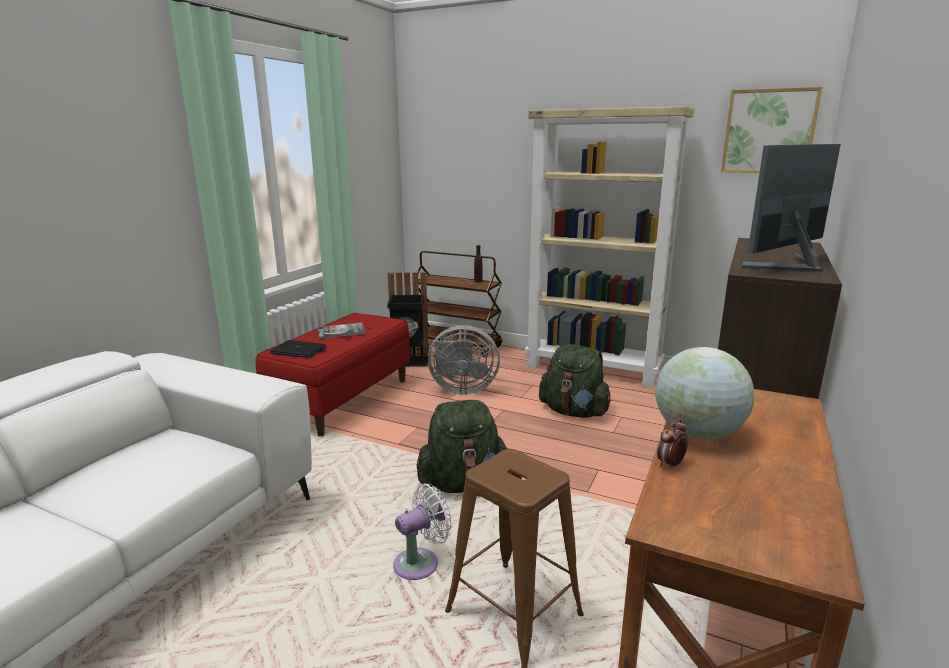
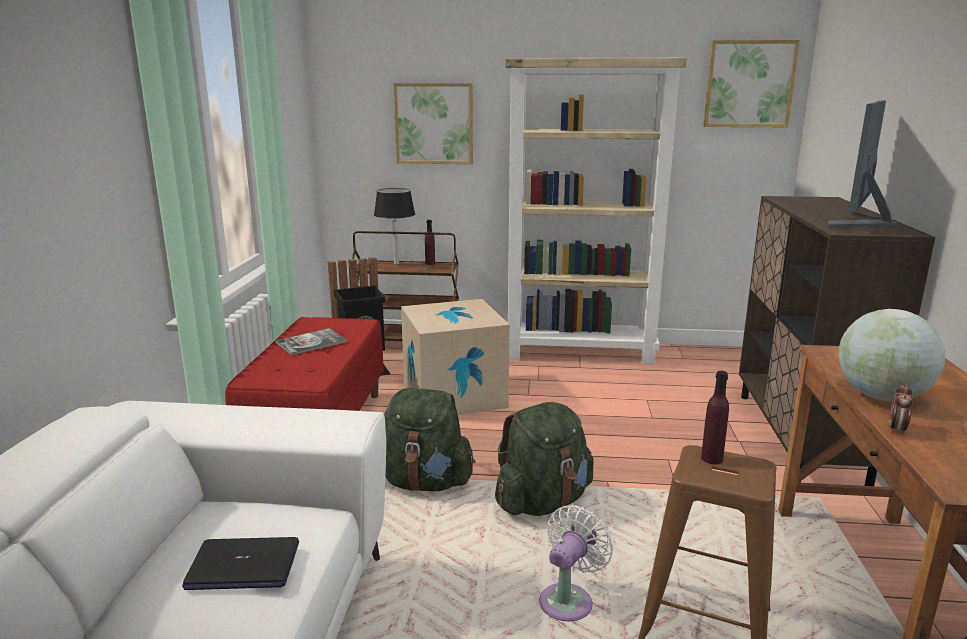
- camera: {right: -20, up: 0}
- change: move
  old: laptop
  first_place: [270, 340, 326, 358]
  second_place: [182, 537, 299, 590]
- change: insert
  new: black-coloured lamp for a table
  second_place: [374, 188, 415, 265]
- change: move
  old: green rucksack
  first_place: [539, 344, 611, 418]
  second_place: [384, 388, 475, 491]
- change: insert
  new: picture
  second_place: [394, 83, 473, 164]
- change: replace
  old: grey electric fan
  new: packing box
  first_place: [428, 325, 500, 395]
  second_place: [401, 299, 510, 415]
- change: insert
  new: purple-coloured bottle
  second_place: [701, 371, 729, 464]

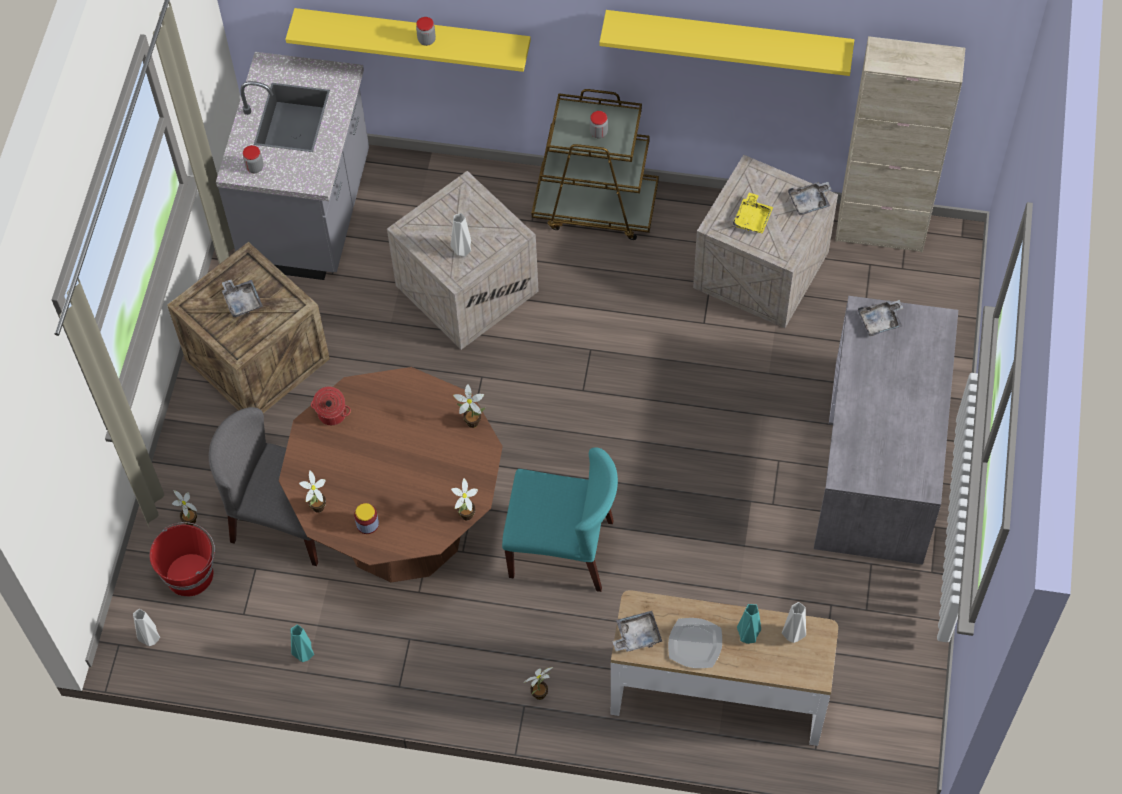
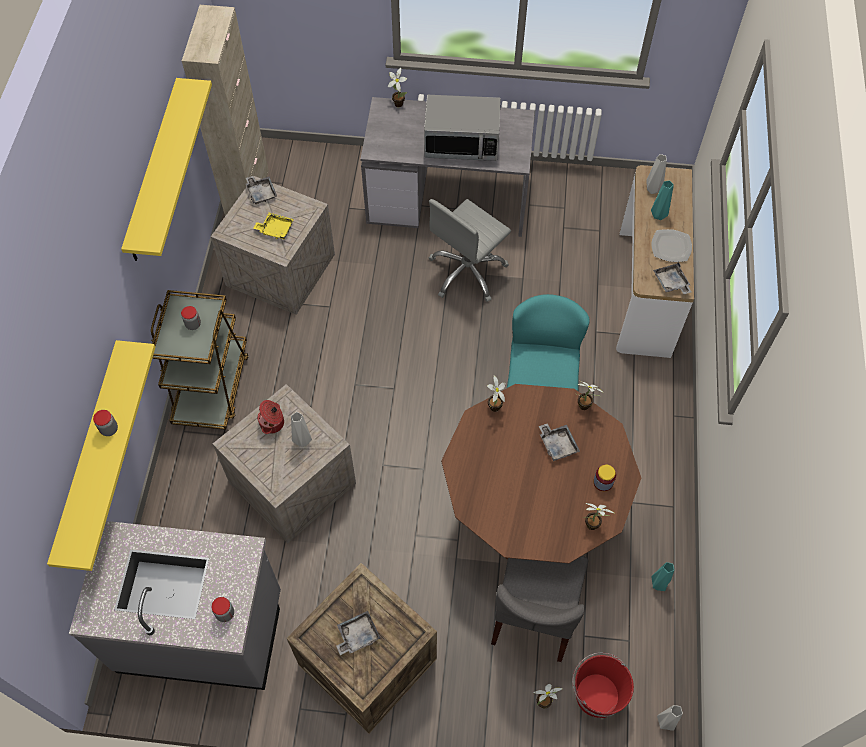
- camera: {right: -95, up: 0}
- change: move
  old: cooking pot
  first_place: [311, 387, 351, 425]
  second_place: [257, 400, 284, 434]
- change: move
  old: potted plant
  first_place: [524, 667, 553, 700]
  second_place: [388, 68, 407, 107]
- change: insert
  new: microwave
  second_place: [424, 95, 501, 161]
- change: insert
  new: grey office chair
  second_place: [429, 199, 511, 302]
- change: move
  old: grey serving tray
  first_place: [858, 300, 904, 336]
  second_place: [539, 423, 580, 461]

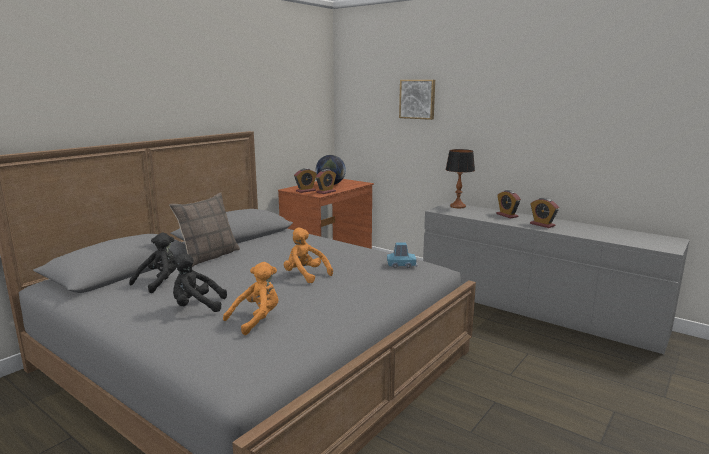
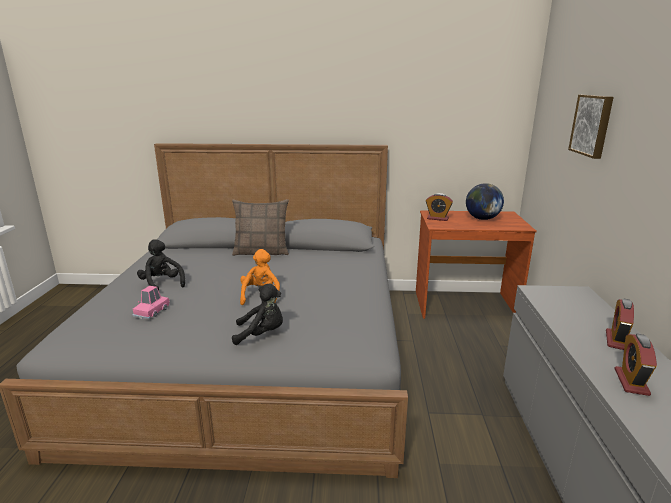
- camera: {right: 55, up: 5}
- change: replace
  old: orange plush toy
  new: pink model car
  first_place: [223, 262, 278, 335]
  second_place: [132, 286, 169, 319]
- change: move
  old: black-coloured plush toy
  first_place: [129, 233, 177, 293]
  second_place: [232, 284, 283, 345]
- change: delete
  old: bedside clock
  first_place: [316, 169, 336, 194]
- change: delete
  old: blue model car
  first_place: [387, 242, 417, 268]
- change: delete
  old: lamp for a table
  first_place: [445, 149, 475, 208]

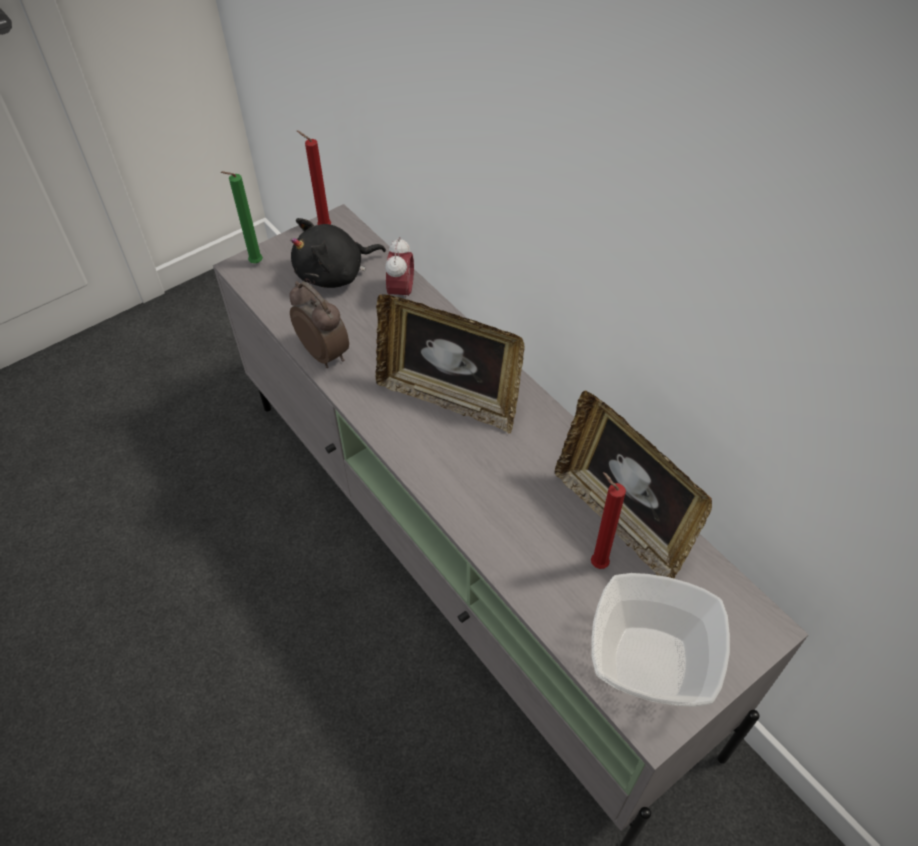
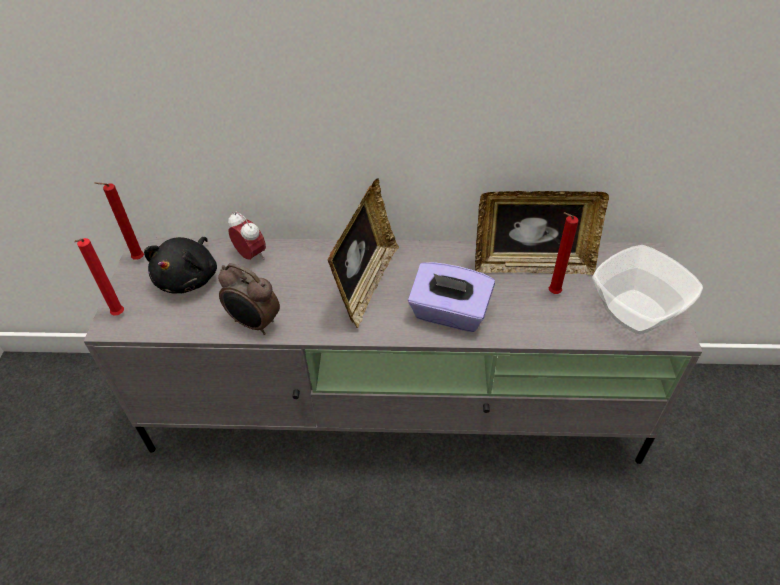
- camera: {right: -50, up: -5}
- change: recolor
  old: green wax candle
  new: red wax candle
  first_place: [221, 171, 263, 263]
  second_place: [74, 238, 124, 316]
- change: rotate
  old: bedside clock
  first_place: [289, 281, 349, 368]
  second_place: [218, 263, 280, 335]
  degrees: -150
- change: rotate
  old: picture frame
  first_place: [375, 294, 525, 433]
  second_place: [328, 178, 399, 328]
  degrees: -45
- change: insert
  new: purple-coloured tissue holder
  second_place: [408, 262, 495, 332]

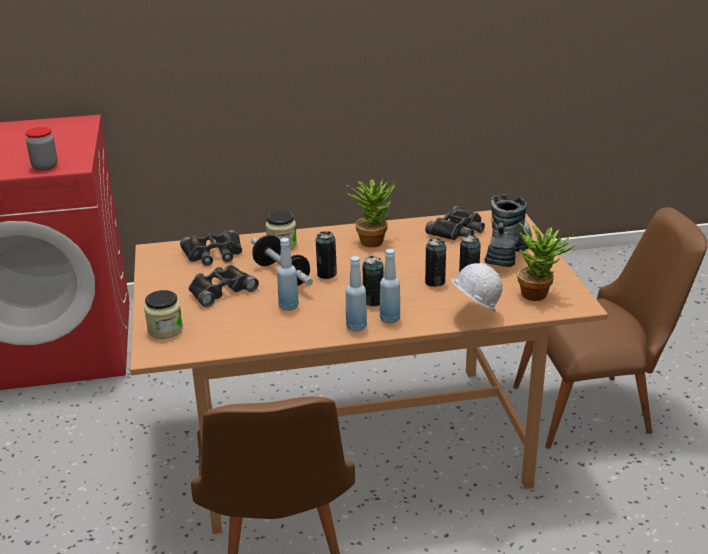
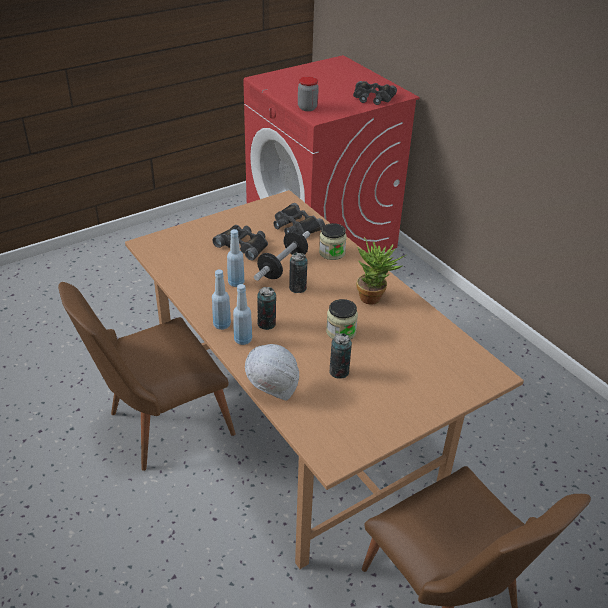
- camera: {right: 65, up: 10}
- change: move
  old: preserve jar
  first_place: [144, 290, 183, 339]
  second_place: [326, 299, 358, 340]
- change: move
  old: black-coloured binoculars
  first_place: [425, 206, 485, 240]
  second_place: [353, 81, 397, 105]
- change: delete
  old: can
  first_place: [425, 238, 446, 287]
- change: delete
  old: boot
  first_place: [485, 194, 532, 267]
- change: delete
  old: potted plant
  first_place: [518, 223, 574, 301]

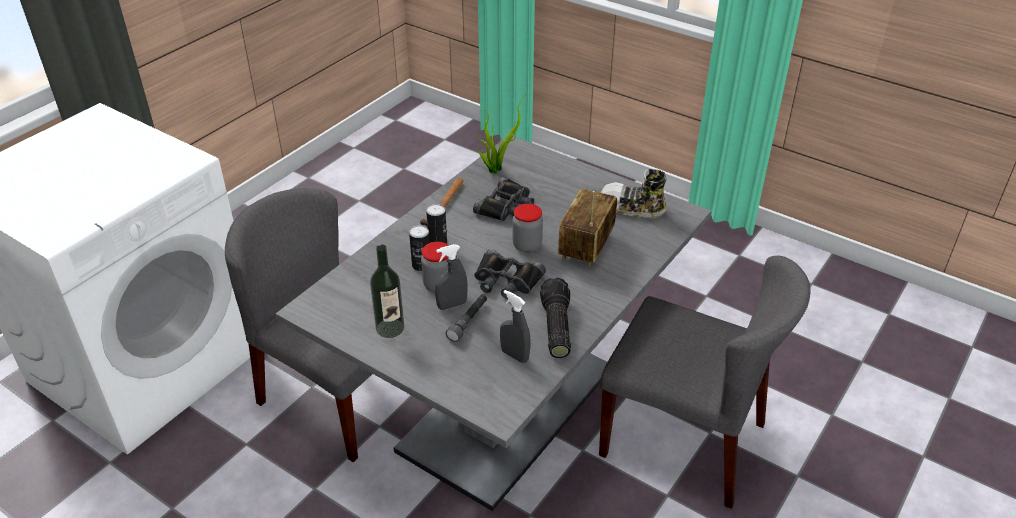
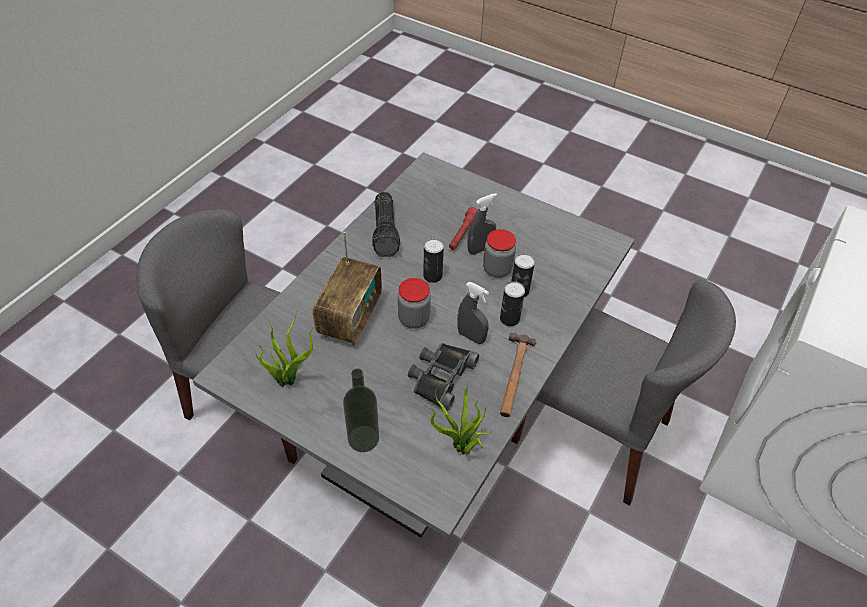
- camera: {right: 175, up: 10}
- change: replace
  old: shoe
  new: potted plant
  first_place: [601, 169, 667, 218]
  second_place: [254, 311, 318, 387]
- change: move
  old: bottle
  first_place: [370, 244, 404, 338]
  second_place: [343, 368, 379, 452]
- change: replace
  old: black-coloured binoculars
  new: can
  first_place: [474, 249, 546, 299]
  second_place: [423, 239, 444, 283]
- change: recolor
  old: grey hand torch
  new: red hand torch
  first_place: [446, 294, 487, 342]
  second_place: [449, 207, 478, 250]
- change: move
  old: grey hand sprayer
  first_place: [500, 290, 531, 363]
  second_place: [457, 282, 489, 344]

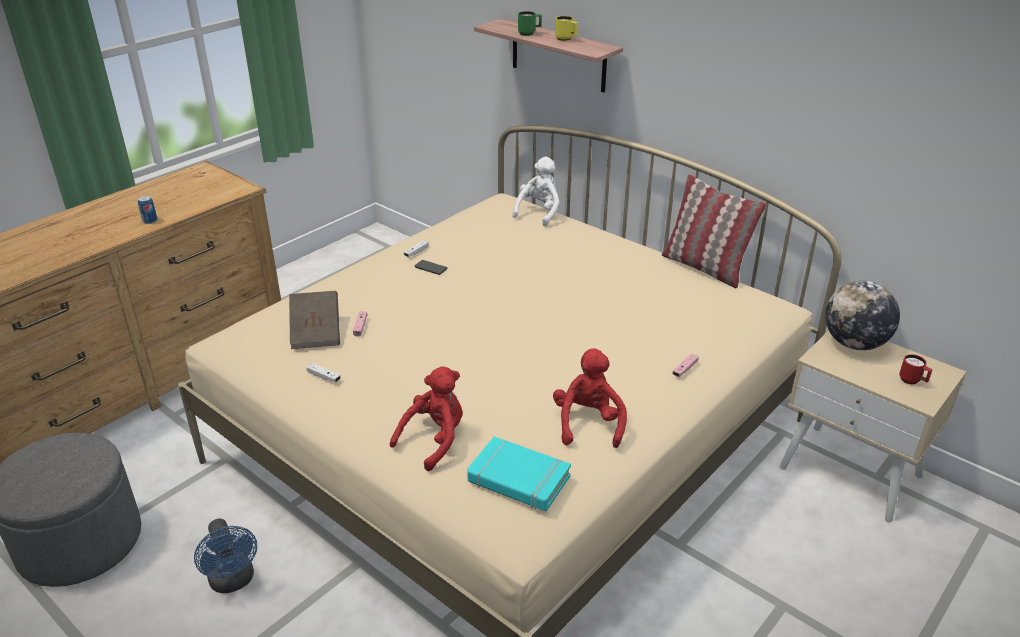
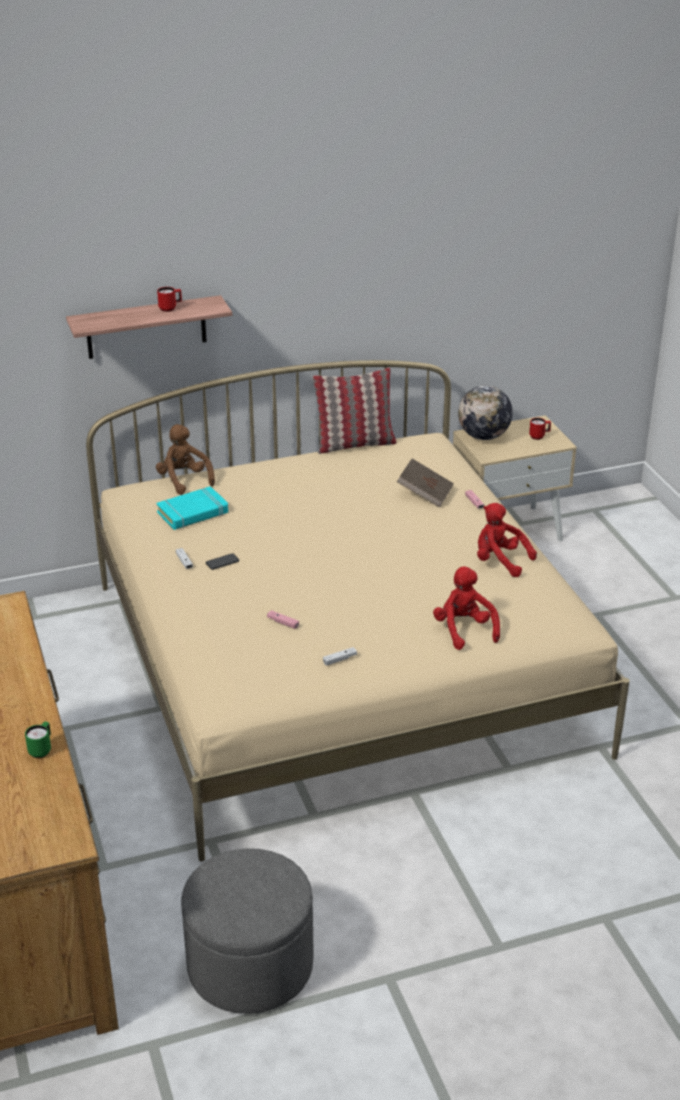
- camera: {right: -60, up: 0}
- change: move
  old: green coffee mug
  first_place: [518, 11, 542, 36]
  second_place: [25, 722, 51, 758]
- change: recolor
  old: whitish plush toy
  new: brown-coloured plush toy
  first_place: [512, 156, 560, 227]
  second_place: [156, 424, 215, 495]
- change: recolor
  old: yellowish coffee mug
  new: red coffee mug
  first_place: [555, 16, 578, 41]
  second_place: [157, 287, 182, 312]
- change: move
  old: turquoise bound book
  first_place: [467, 436, 571, 511]
  second_place: [157, 486, 228, 530]
- change: move
  old: brown-coloured bound book
  first_place: [289, 291, 340, 349]
  second_place: [397, 459, 454, 508]
- change: delete
  old: can
  first_place: [138, 196, 157, 224]
- change: delete
  old: blue electric fan
  first_place: [194, 519, 257, 593]

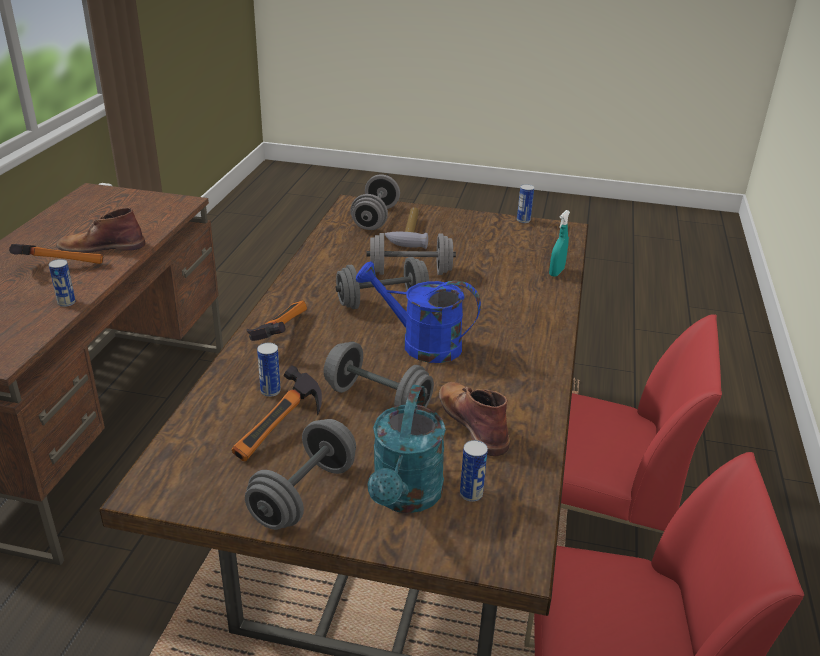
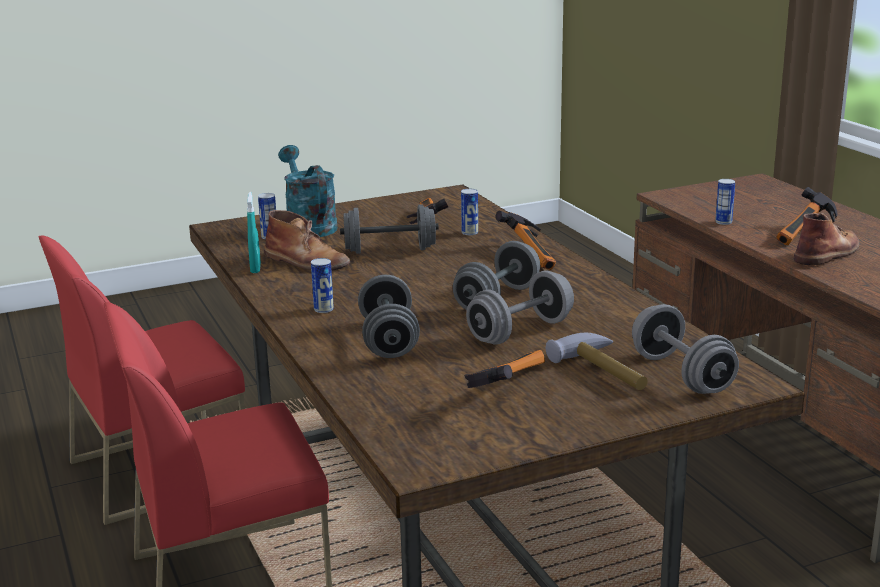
- camera: {right: 145, up: -10}
- change: move
  old: turquoise hand sprayer
  first_place: [549, 210, 570, 277]
  second_place: [247, 192, 261, 273]
- change: move
  old: can
  first_place: [517, 184, 534, 223]
  second_place: [311, 258, 334, 313]
- change: move
  old: grey hand weight
  first_place: [245, 419, 356, 530]
  second_place: [358, 275, 420, 358]
- change: insert
  new: hand hammer
  second_place: [464, 350, 545, 388]
- change: delete
  old: blue watering pot
  first_place: [356, 262, 481, 363]

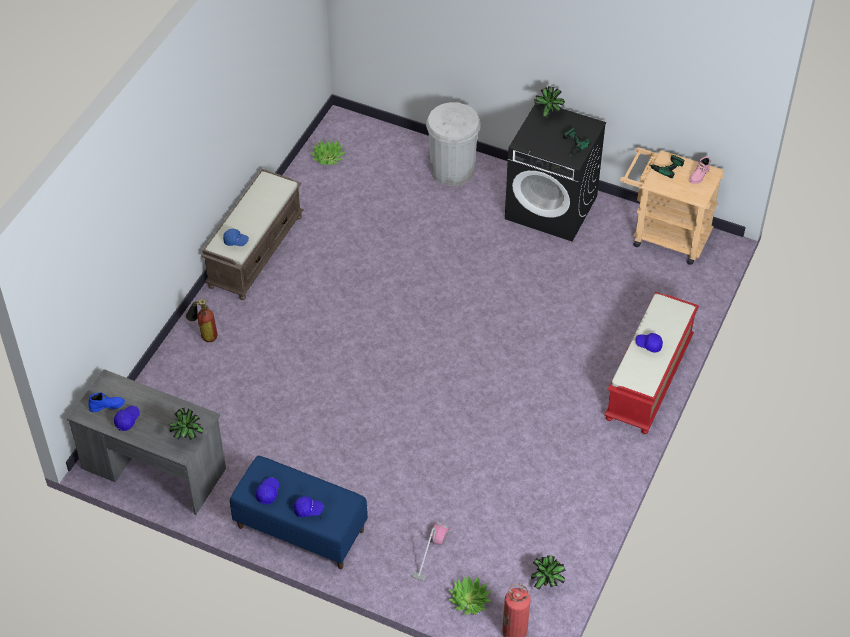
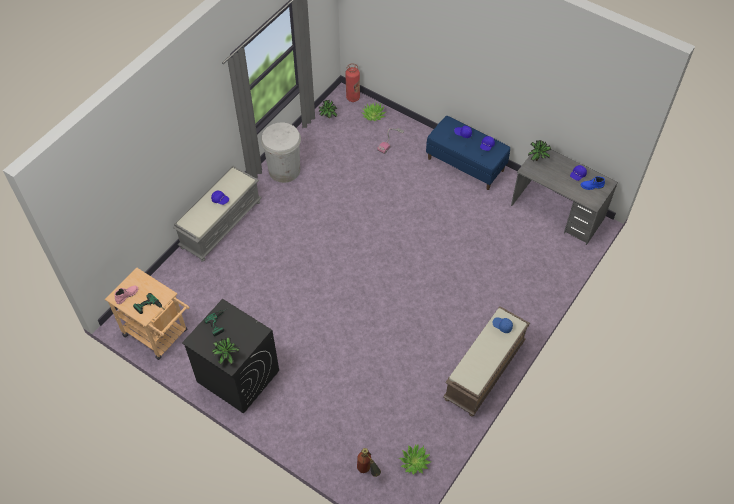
- camera: {right: -170, up: 5}
- change: recolor
  old: red indoor bench
  new: grey indoor bench
  first_place: [604, 292, 699, 434]
  second_place: [173, 166, 262, 262]
- change: move
  old: whitish rubbish bin
  first_place: [426, 102, 481, 186]
  second_place: [261, 122, 301, 183]
- change: move
  old: extinguisher
  first_place: [186, 299, 218, 342]
  second_place: [357, 448, 381, 477]

